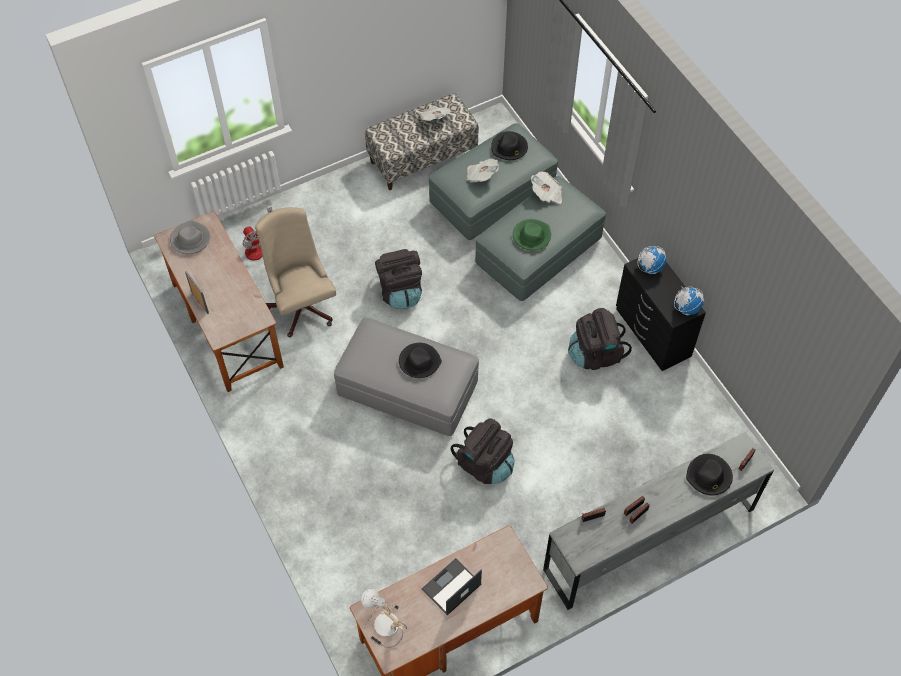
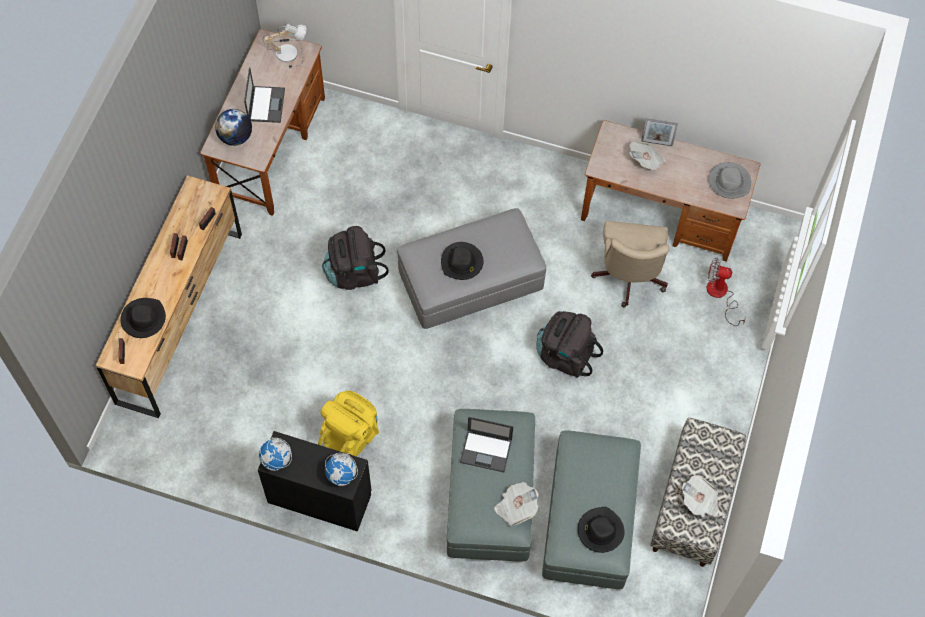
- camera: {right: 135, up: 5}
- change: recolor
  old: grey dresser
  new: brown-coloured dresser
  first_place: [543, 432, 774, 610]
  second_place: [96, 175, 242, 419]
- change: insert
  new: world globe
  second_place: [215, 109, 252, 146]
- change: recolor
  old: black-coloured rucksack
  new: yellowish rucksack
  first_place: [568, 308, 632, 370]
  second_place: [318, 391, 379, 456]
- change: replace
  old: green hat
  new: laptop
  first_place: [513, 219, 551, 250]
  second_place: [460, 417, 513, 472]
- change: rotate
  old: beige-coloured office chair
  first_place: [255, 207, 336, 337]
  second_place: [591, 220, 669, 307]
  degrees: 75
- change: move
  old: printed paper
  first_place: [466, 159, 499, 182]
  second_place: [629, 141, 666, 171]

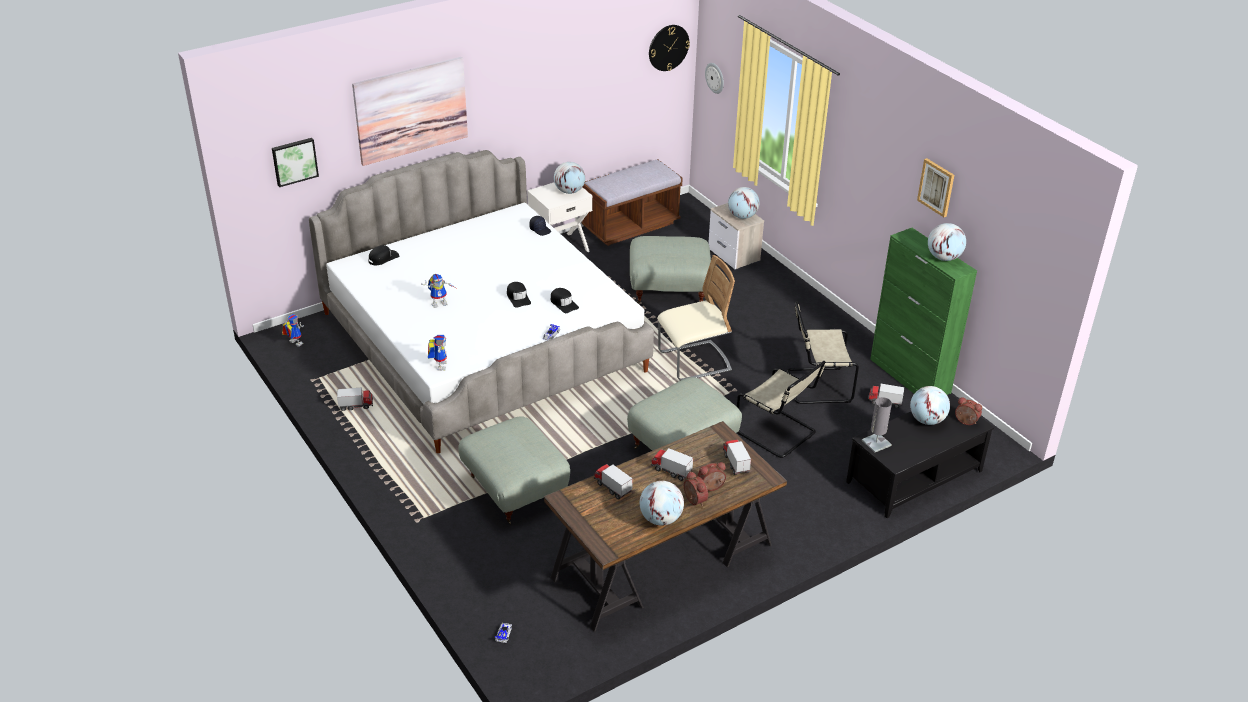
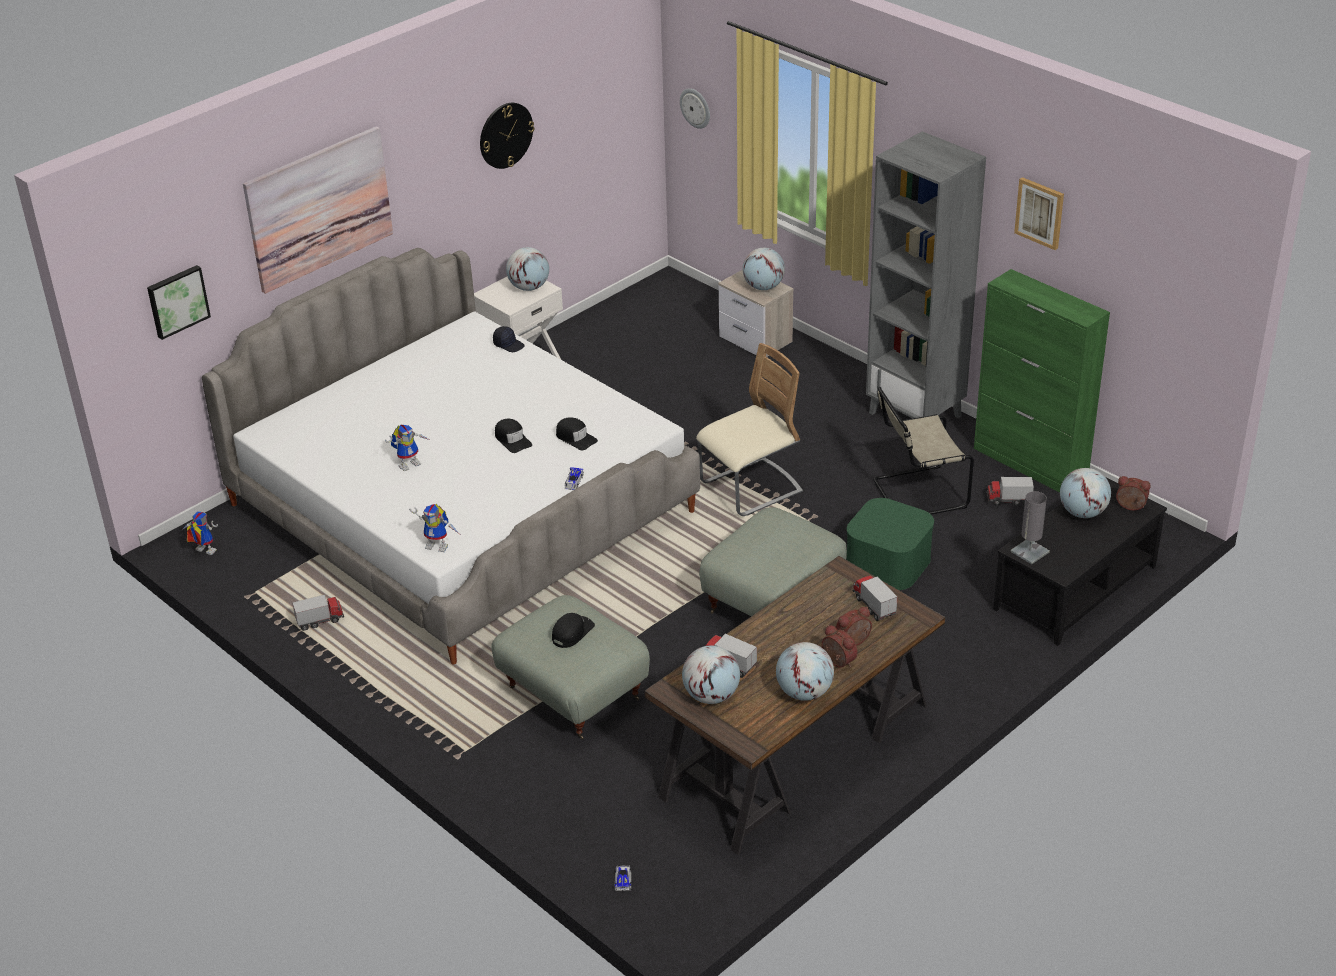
- camera: {right: -10, up: 0}
- change: rotate
  old: toy robot
  first_place: [428, 335, 447, 371]
  second_place: [409, 504, 460, 552]
  degrees: 120
- change: move
  old: hanging clock
  first_place: [649, 25, 690, 71]
  second_place: [480, 103, 534, 169]
- change: move
  old: black-coloured peaked cap
  first_place: [368, 245, 399, 265]
  second_place: [552, 613, 595, 648]
- change: move
  old: world globe
  first_place: [928, 223, 966, 261]
  second_place: [682, 645, 740, 704]
- change: replace
  old: beige-coloured chair
  new: green storage bin
  first_place: [737, 361, 825, 458]
  second_place: [847, 498, 934, 590]
- change: insert
  new: grey bookshelf
  second_place: [866, 131, 986, 418]
- change: delete
  old: brown-coloured indoor bench
  first_place: [581, 159, 683, 246]
- change: delete
  old: grey pouffe
  first_place: [630, 236, 711, 303]
- change: delete
  old: toy truck
  first_place: [651, 448, 693, 481]

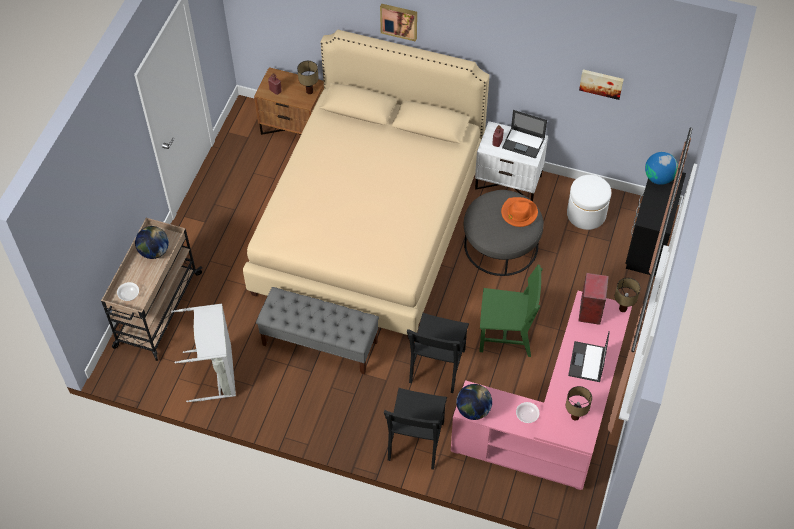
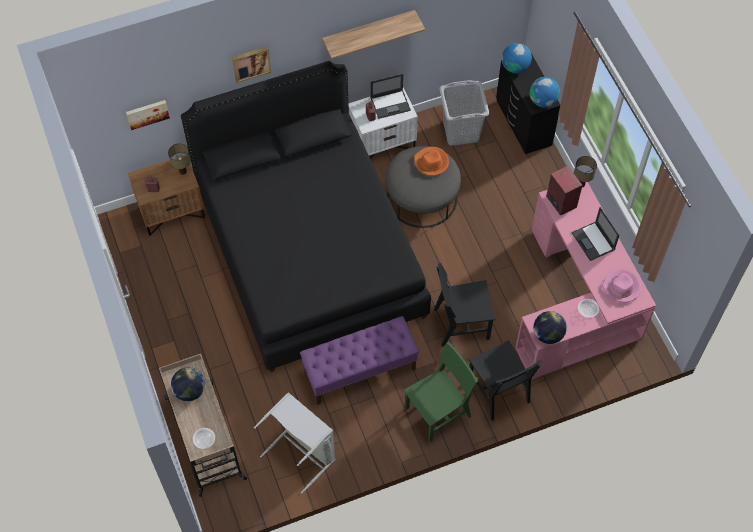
- camera: {right: -40, up: 5}
- change: move
  old: picture
  first_place: [579, 69, 624, 100]
  second_place: [126, 100, 170, 130]
- change: recolor
  old: beige-coloured sleeping bed
  new: black-coloured sleeping bed
  first_place: [243, 30, 490, 339]
  second_place: [181, 61, 431, 372]
- change: recolor
  old: grey indoor bench
  new: purple-coloured indoor bench
  first_place: [256, 287, 379, 375]
  second_place: [300, 316, 419, 405]
- change: insert
  new: bracket shelf
  second_place: [322, 10, 425, 59]
- change: move
  old: green chair
  first_place: [479, 265, 542, 357]
  second_place: [404, 342, 478, 443]
- change: rotate
  old: black-coloured chair
  first_place: [407, 313, 469, 393]
  second_place: [434, 263, 495, 346]
  degrees: 105
- change: replace
  old: whitish pouffe
  new: grey washing basket
  first_place: [567, 175, 611, 230]
  second_place: [439, 80, 489, 146]
- change: insert
  new: world globe
  second_place: [530, 77, 560, 108]
- change: replace
  old: lamp for a table
  new: pink hat
  first_place: [566, 386, 592, 421]
  second_place: [602, 269, 641, 303]

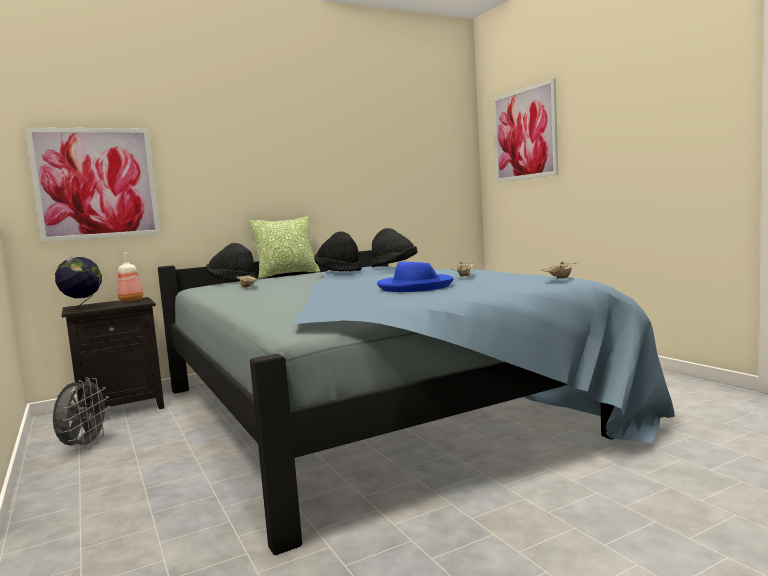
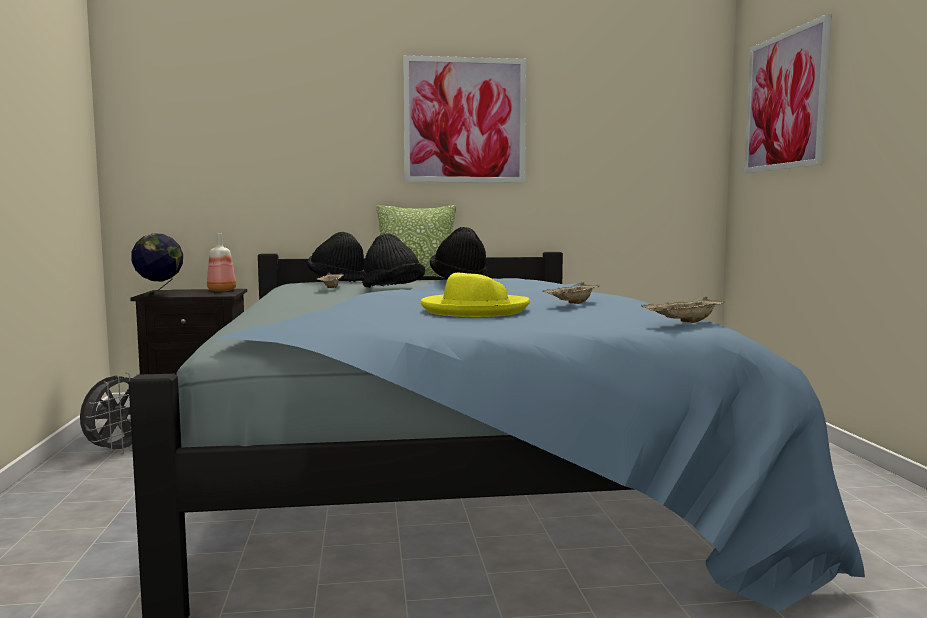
- camera: {right: 20, up: 0}
- change: move
  old: black-coloured hat
  first_place: [371, 228, 417, 267]
  second_place: [362, 234, 425, 288]
- change: move
  old: picture
  first_place: [25, 127, 161, 243]
  second_place: [403, 55, 526, 183]
- change: recolor
  old: blue hat
  new: yellowish hat
  first_place: [377, 262, 453, 292]
  second_place: [421, 273, 530, 317]

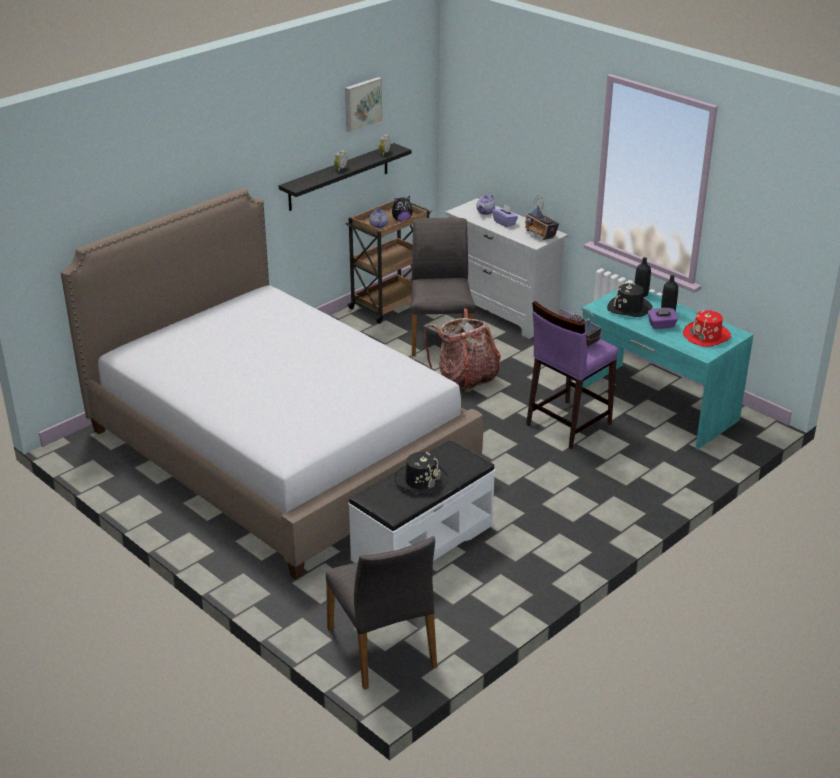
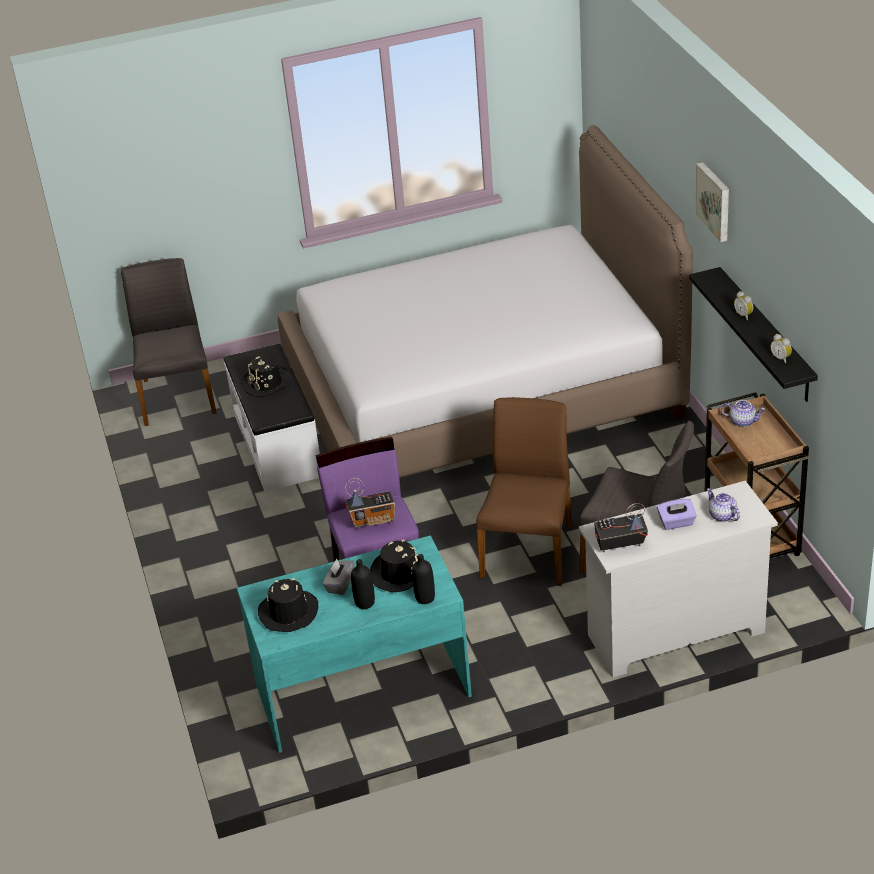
- camera: {right: 120, up: 5}
- change: rotate
  old: grey chair
  first_place: [326, 536, 437, 690]
  second_place: [121, 258, 217, 426]
  degrees: 75
- change: recolor
  old: red hat
  new: black-coloured hat
  first_place: [683, 310, 731, 346]
  second_place: [258, 578, 318, 632]
- change: recolor
  old: purple-coloured tissue holder
  new: grey tissue holder
  first_place: [648, 308, 678, 329]
  second_place: [322, 559, 354, 595]
- change: replace
  old: rucksack
  new: brown-coloured chair
  first_place: [424, 308, 501, 392]
  second_place: [476, 397, 573, 586]
- change: move
  old: picture
  first_place: [345, 77, 383, 132]
  second_place: [695, 162, 729, 242]
- change: delete
  old: plush toy
  first_place: [392, 196, 413, 222]

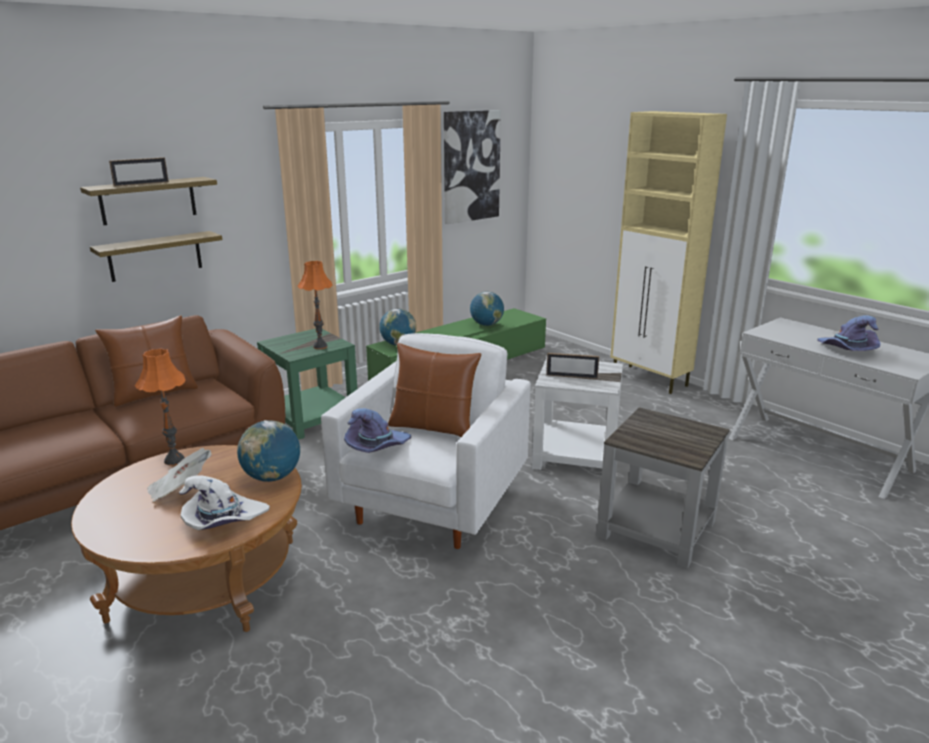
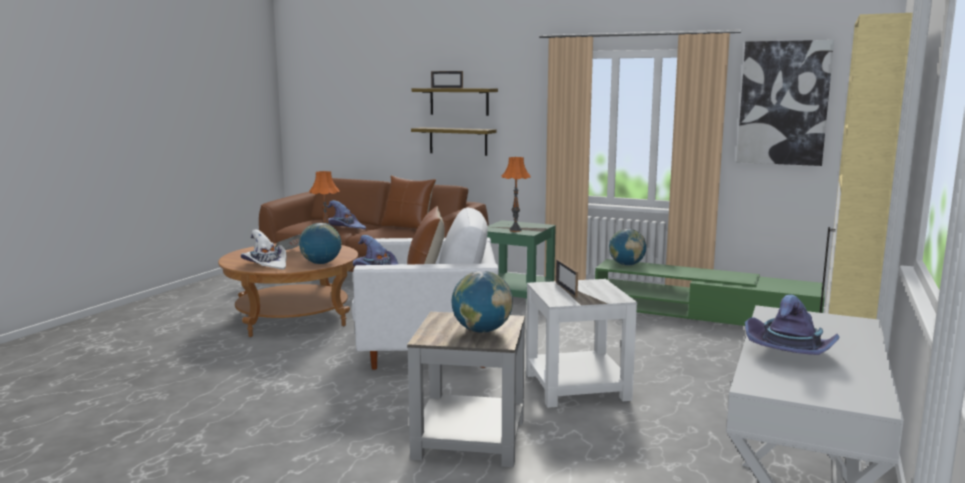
- camera: {right: 65, up: -10}
- change: insert
  new: purple-coloured hat
  second_place: [327, 200, 366, 229]
- change: move
  old: world globe
  first_place: [470, 292, 504, 326]
  second_place: [451, 271, 513, 333]

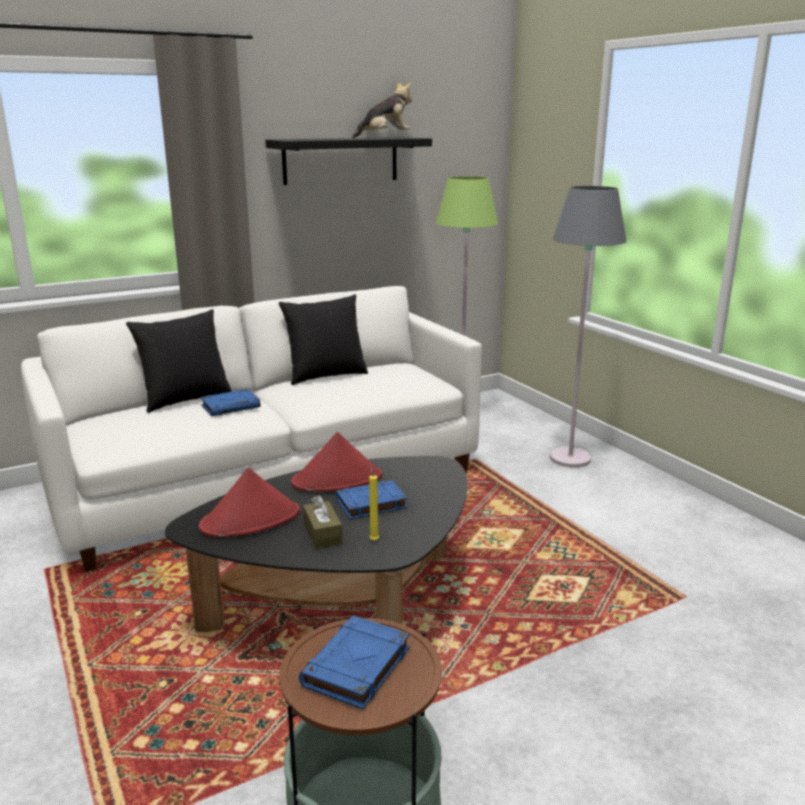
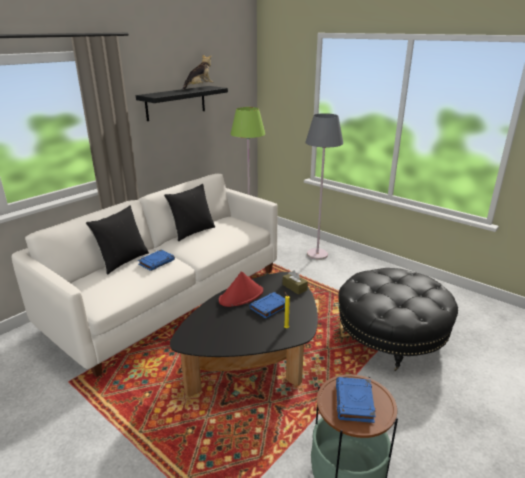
- camera: {right: -20, up: 5}
- change: move
  old: brown-coloured tissue holder
  first_place: [303, 495, 343, 549]
  second_place: [283, 270, 308, 295]
- change: insert
  new: black-coloured pouffe
  second_place: [338, 268, 458, 371]
- change: delete
  old: red hat
  first_place: [199, 468, 300, 537]

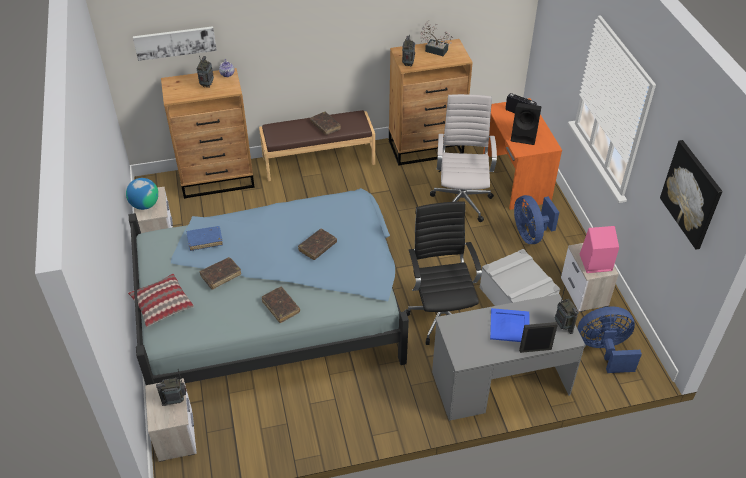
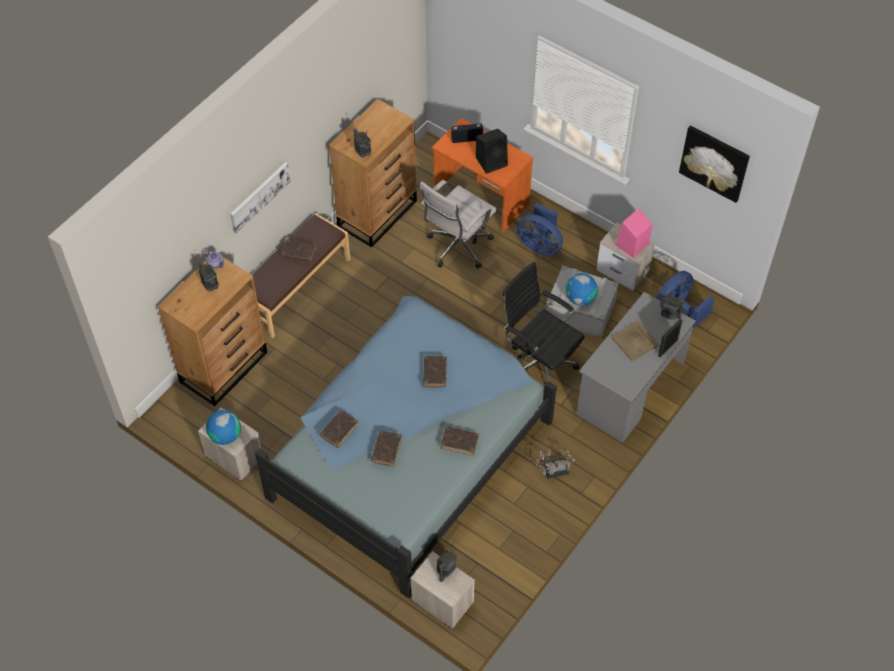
- camera: {right: -40, up: 10}
- change: move
  old: picture
  first_place: [133, 26, 217, 61]
  second_place: [230, 162, 291, 233]
- change: recolor
  old: blue bound book
  new: brown-coloured bound book
  first_place: [187, 226, 223, 251]
  second_place: [320, 410, 359, 448]
- change: rotate
  old: whitish office chair
  first_place: [430, 94, 497, 222]
  second_place: [420, 180, 497, 269]
  degrees: -105
- change: move
  old: potted plant
  first_place: [419, 20, 453, 56]
  second_place: [536, 449, 575, 479]
- change: insert
  new: world globe
  second_place: [565, 273, 598, 305]
- change: recolor
  old: blue serving tray
  new: beige-coloured serving tray
  first_place: [490, 308, 530, 342]
  second_place: [611, 321, 660, 361]
- change: delete
  old: throw pillow
  first_place: [128, 274, 194, 327]

